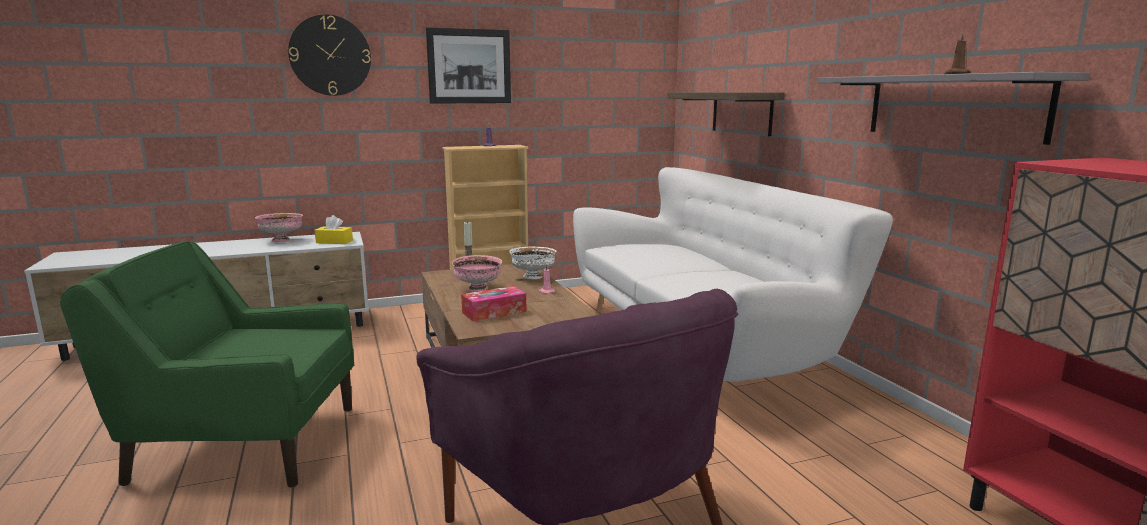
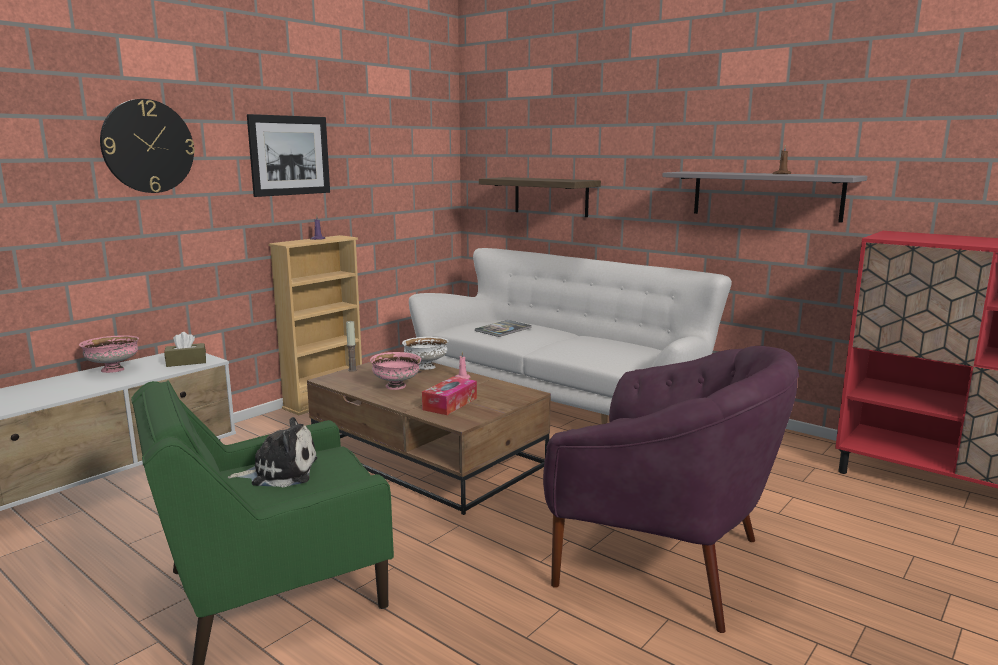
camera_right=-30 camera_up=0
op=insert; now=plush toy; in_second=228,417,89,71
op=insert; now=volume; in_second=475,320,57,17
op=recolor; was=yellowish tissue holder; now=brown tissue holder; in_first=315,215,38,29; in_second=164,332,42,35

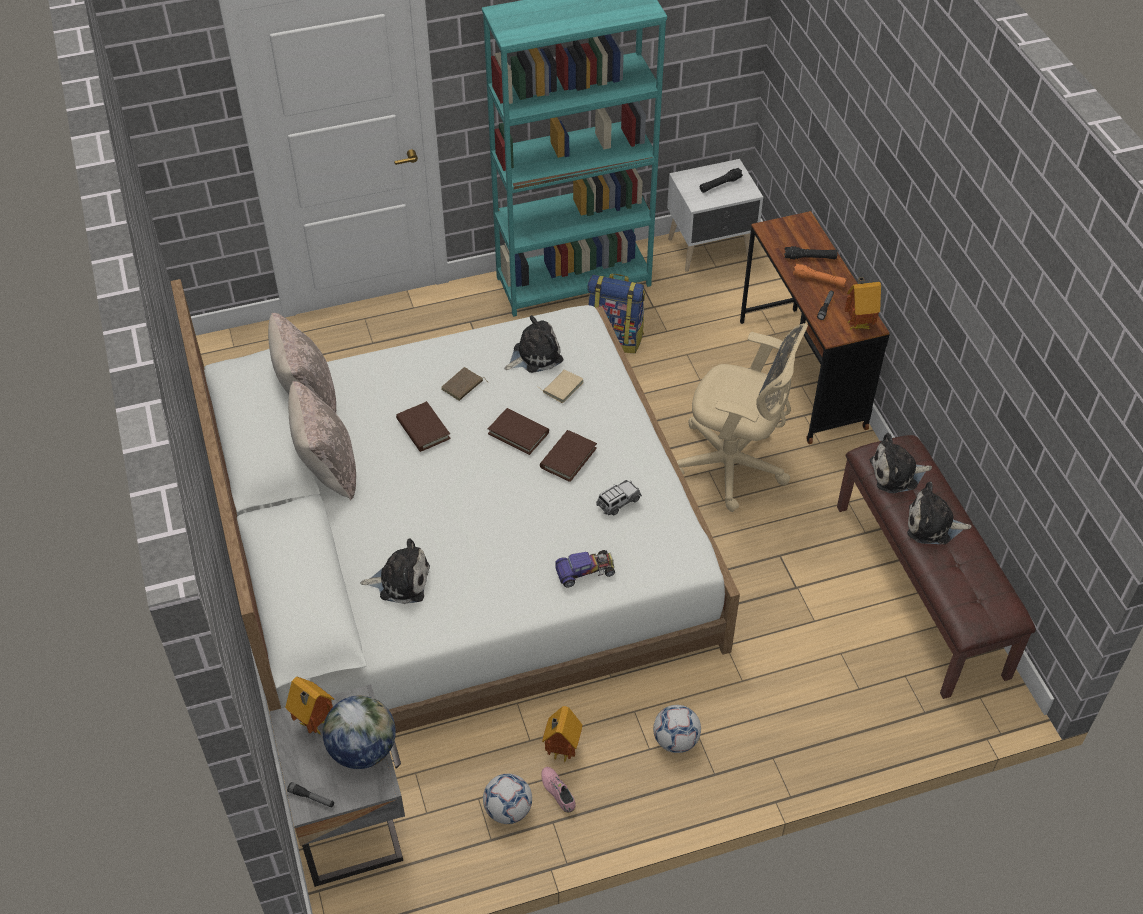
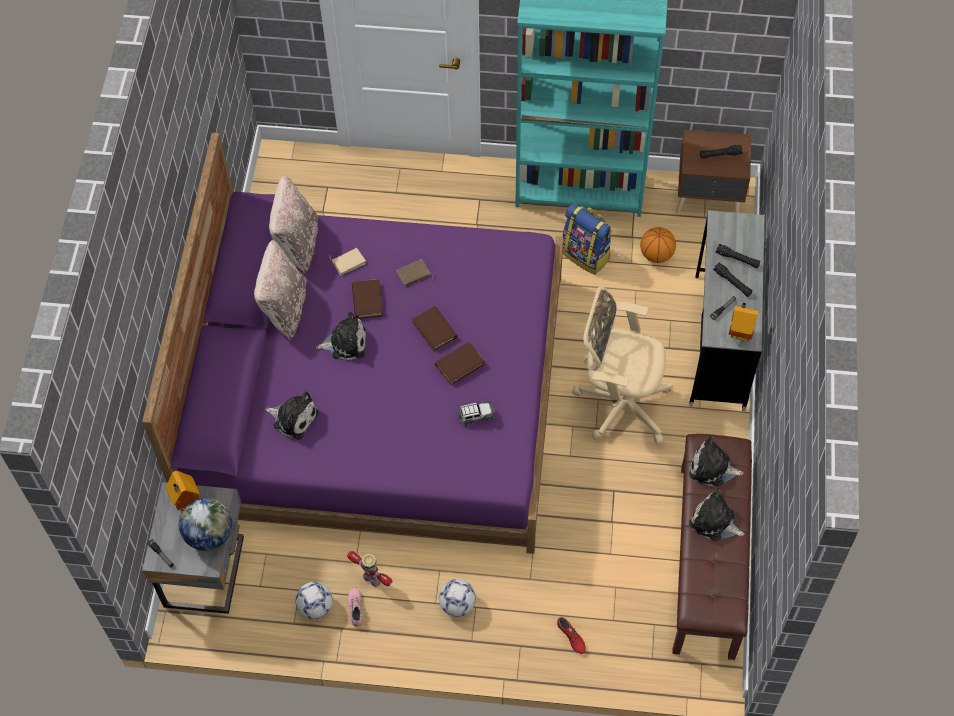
camera_right=25 camera_up=10
op=delete; was=miniature car; in_first=555,550,60,38
op=insert; now=red item of footwear; in_second=557,617,29,37
op=insert; now=basketball ball; in_second=640,227,36,36
op=move; was=plush toy; in_first=505,315,58,58; in_second=316,312,50,48
op=move; was=beige volume; in_first=539,369,45,34; in_second=329,248,37,27
op=replace; was=miniature house; now=robot figure; in_first=542,706,40,57; in_second=347,551,45,36
op=recolor; was=whitish sleeping bed; now=purple sleeping bed; in_first=171,279,569,454; in_second=142,133,422,421
op=recolor; was=whitish night table; now=brown night table; in_first=667,159,96,113; in_second=676,129,75,85
op=recolor; was=brown desk table; now=greyish desk table; in_first=740,211,150,233; in_second=689,210,76,201
op=recolor; was=orange torch; now=black torch; in_first=793,264,53,24; in_second=713,262,39,35
op=rotate; was=beige desk chair; in_first=677,323,131,189; in_second=572,286,101,158; clockwise=150

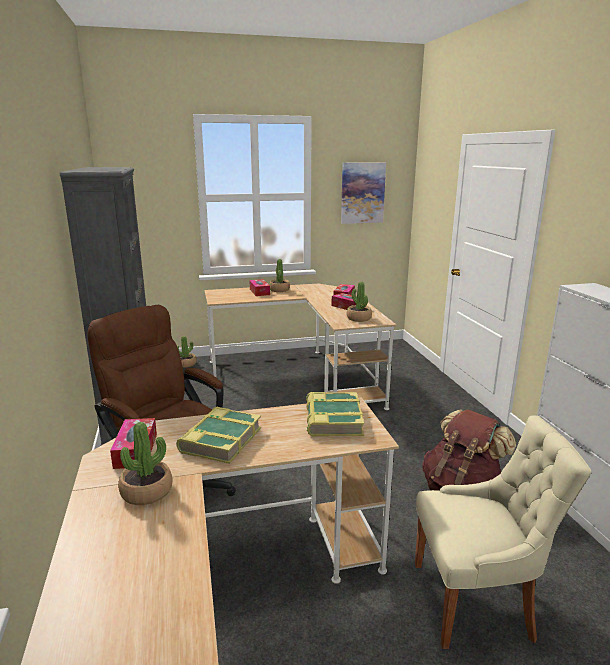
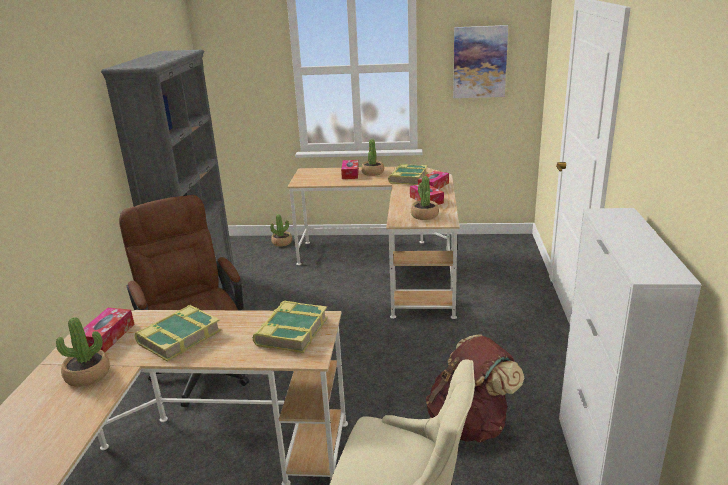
camera_right=20 camera_up=5
op=insert; now=volume; in_second=388,164,40,21

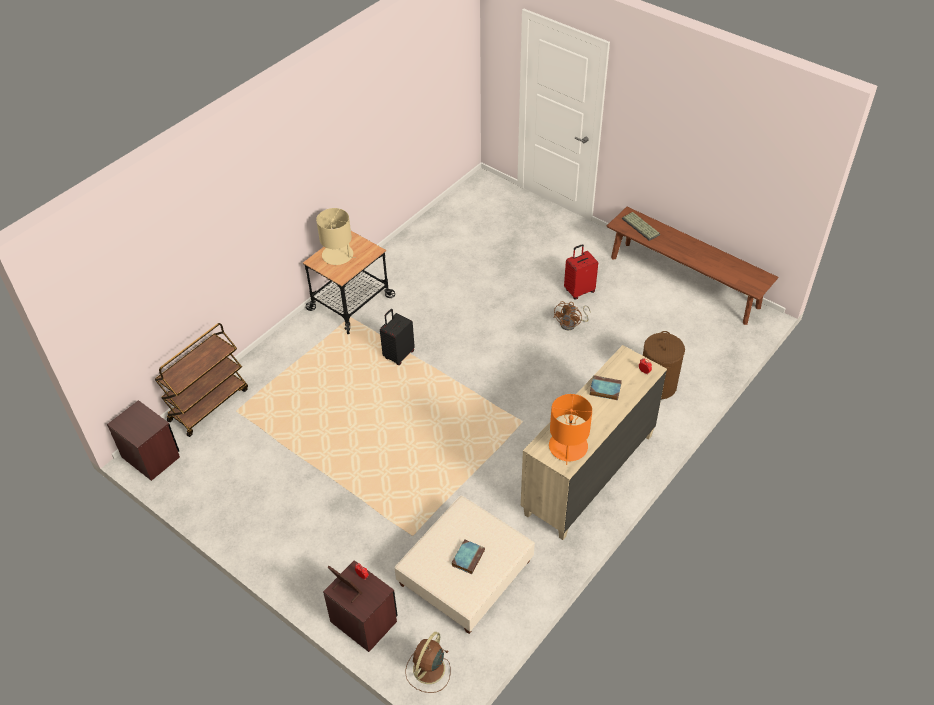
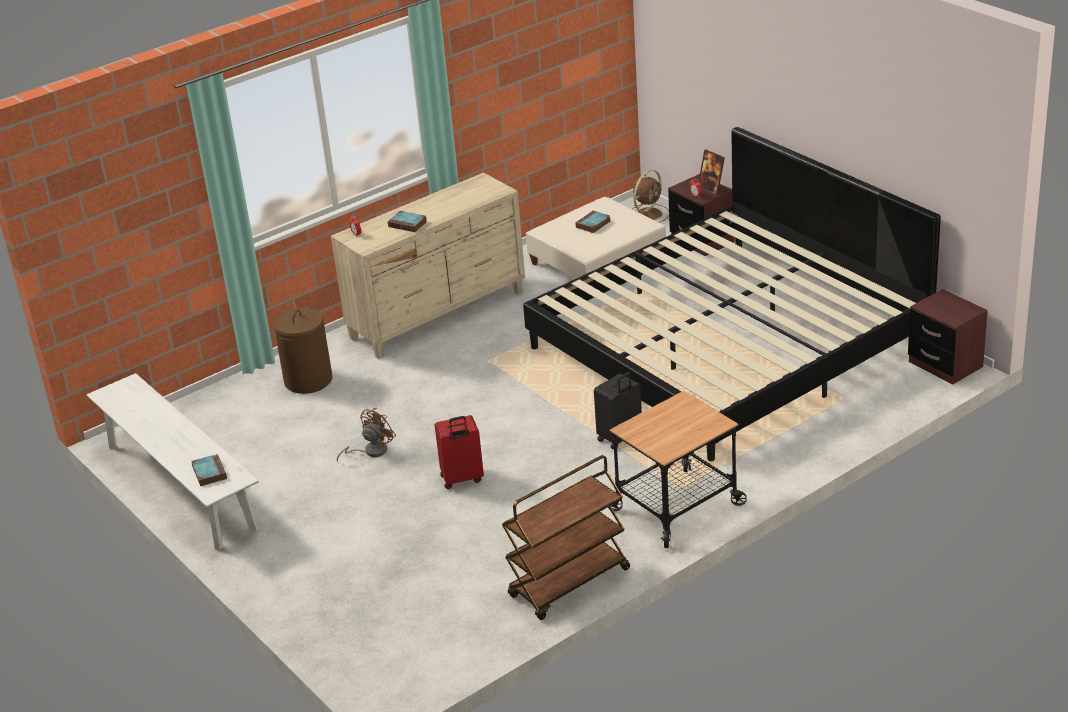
camera_right=-165 camera_up=-15
op=delete; was=beige lamp for a table; in_first=316,208,40,57
op=delete; was=orange lamp for a table; in_first=549,394,43,71
op=insert; now=sleeping bed; in_second=523,127,418,334
op=move; was=brown cart; in_first=154,323,94,114; in_second=502,455,128,165
op=move; was=red piece of luggage; in_first=564,244,34,56; in_second=435,415,49,74
op=replace; was=keyboard; now=volume; in_first=622,212,38,29; in_second=191,454,36,32
op=recolor; was=brown long seat; now=whitish long seat; in_first=607,207,172,118; in_second=87,373,172,177

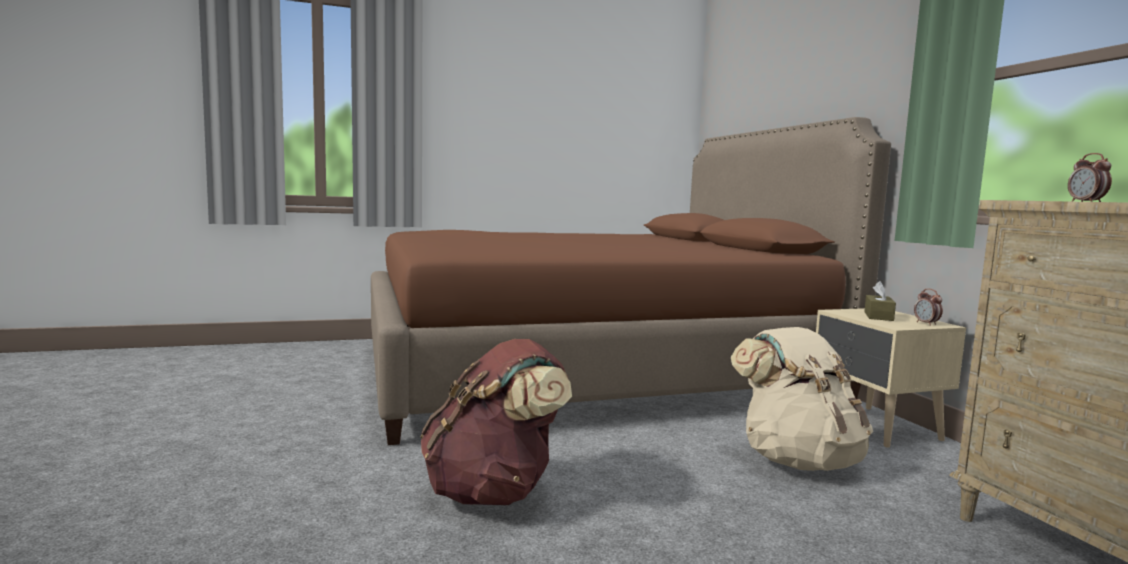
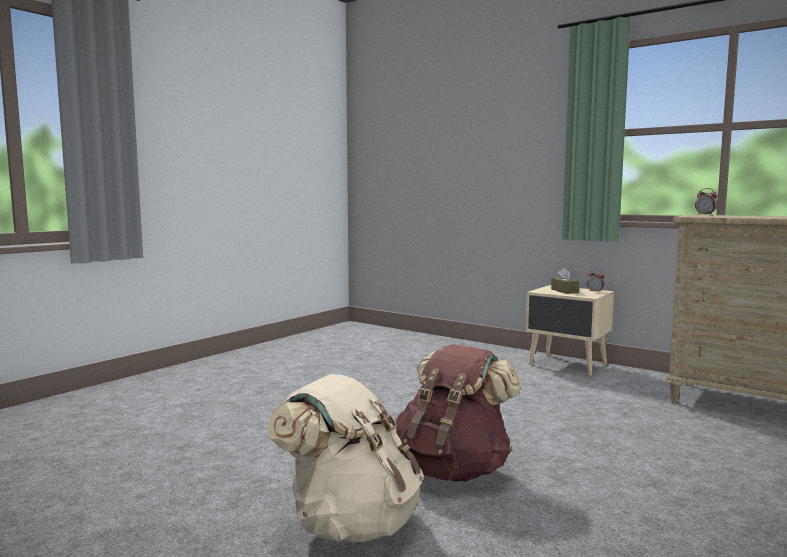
camera_right=-35 camera_up=0
op=delete; was=brown sleeping bed; in_first=371,117,520,328
op=move; was=beige knapsack; in_first=731,327,142,144; in_second=267,374,157,168

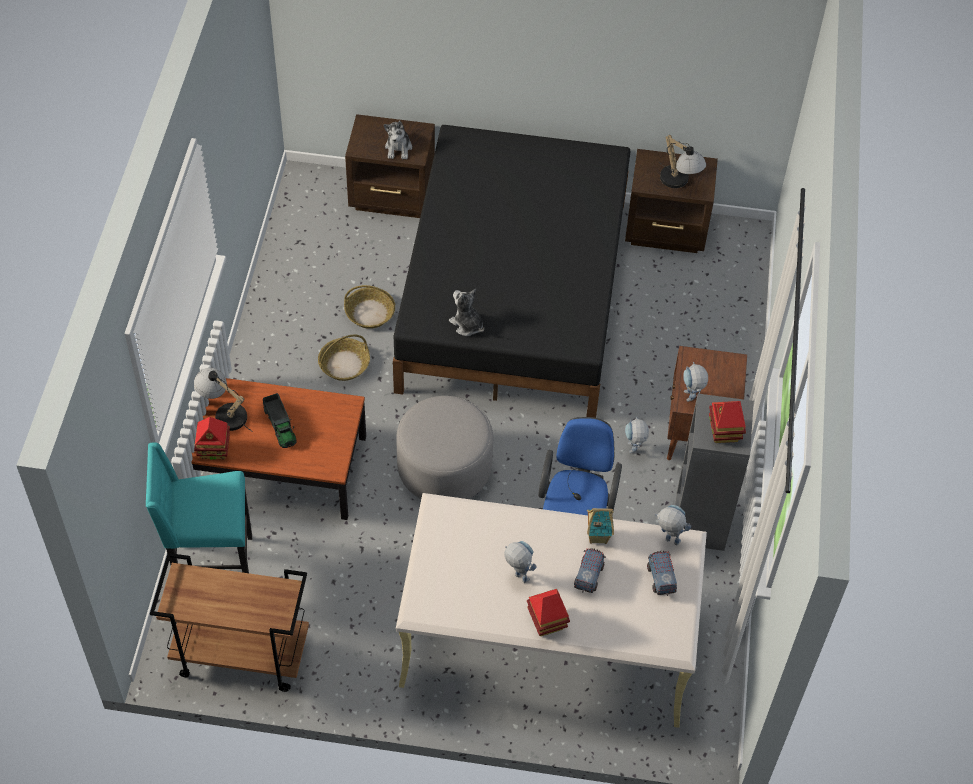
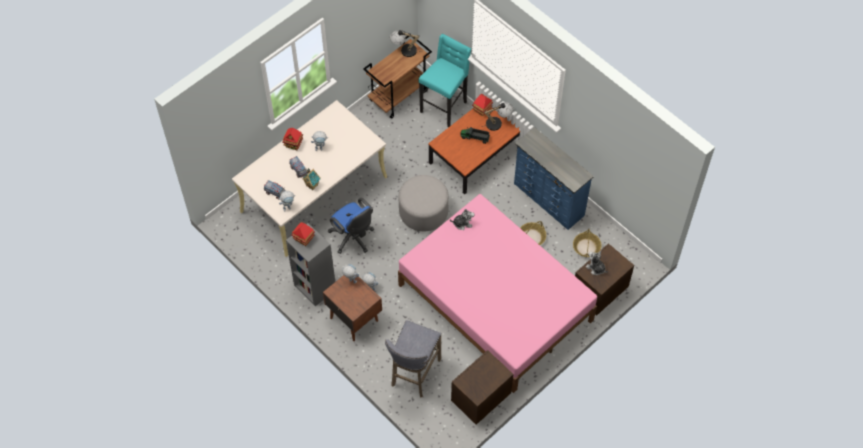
camera_right=130 camera_up=5
op=insert; now=greyish sitting stool; in_second=385,320,56,77
op=insert; now=bluish dresser; in_second=514,127,80,103
op=move; was=basket; in_first=318,335,52,46; in_second=573,229,29,28
op=move; was=lamp for a table; in_first=659,135,47,53; in_second=390,30,33,27
op=recolor; was=black sleeping bed; now=pink-coloured sleeping bed; in_first=393,125,237,293; in_second=398,194,199,199

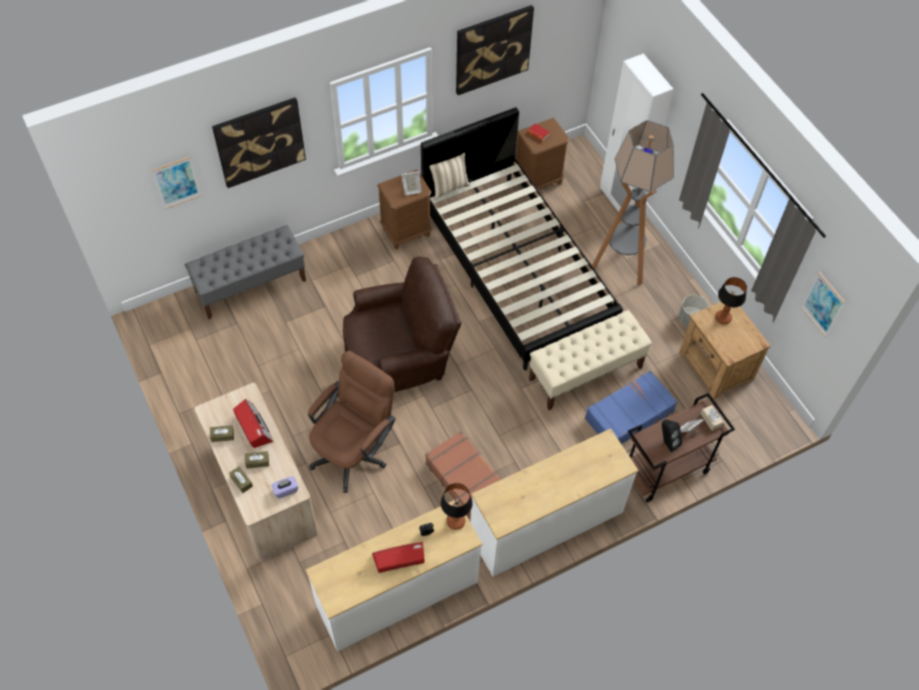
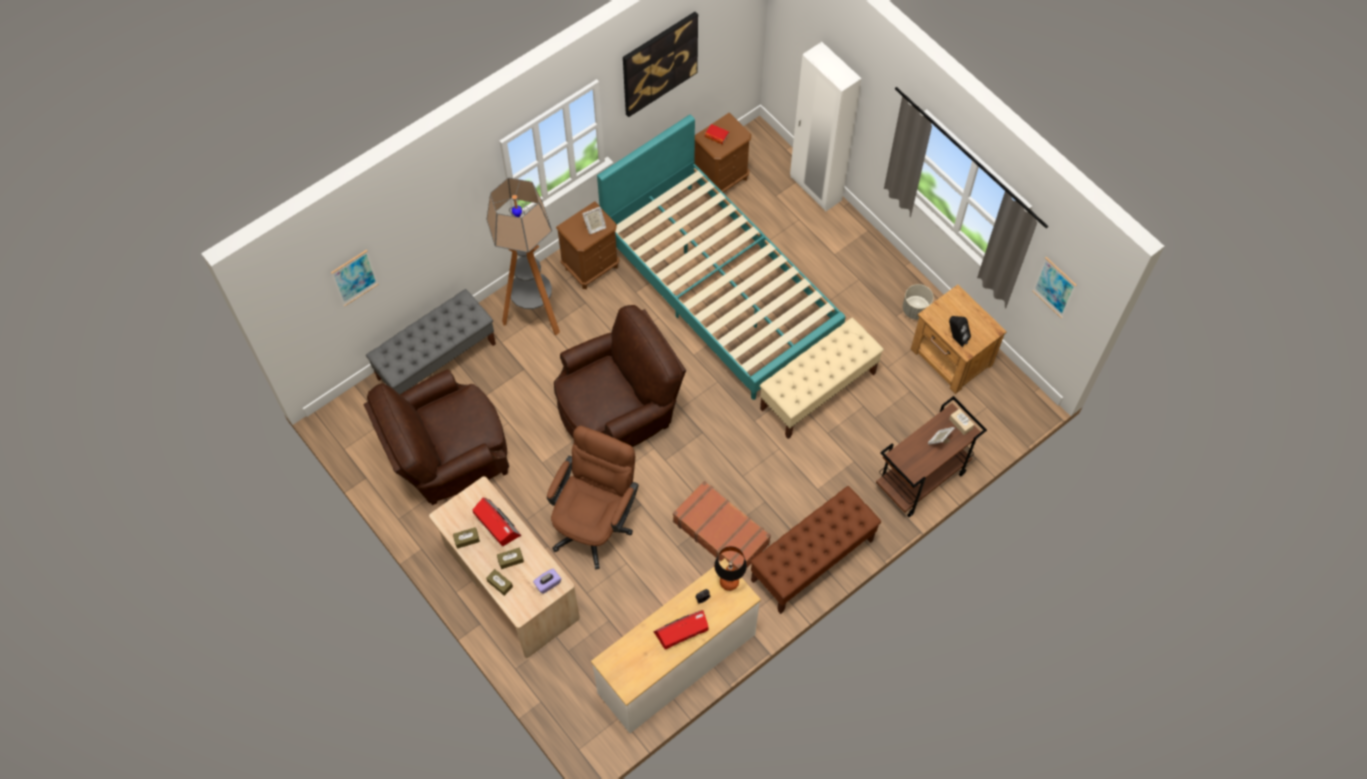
camera_right=-10 camera_up=5
op=delete; was=picture; in_first=212,97,94,91
op=delete; was=beige cushion; in_first=429,153,42,47
op=delete; was=bluish piece of luggage; in_first=585,371,93,73
op=delete; was=lamp for a table; in_first=715,277,32,47
op=insert; now=brown easy chair; in_second=363,369,146,136
op=move; was=floor lamp; in_first=592,120,82,166; in_second=487,178,73,157
op=move; was=black loudspeaker; in_first=662,419,20,34; in_second=949,316,22,31
op=replace; was=whitish dresser; now=brown long seat; in_first=470,428,169,149; in_second=750,486,131,128
op=recolor; was=black sleeping bed; now=turquoise-coloured sleeping bed; in_first=421,107,202,263; in_second=597,115,249,285

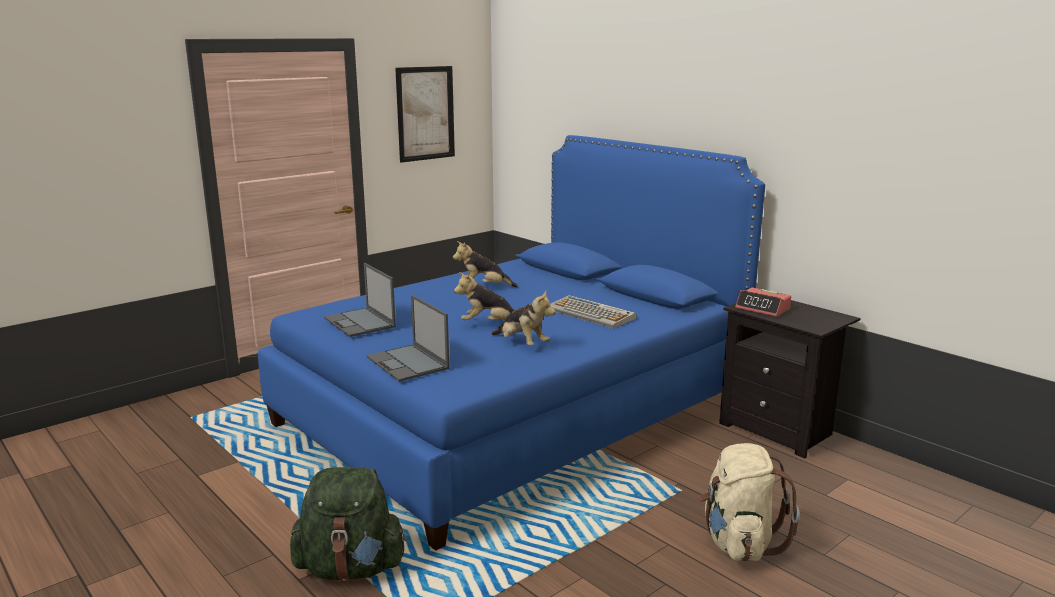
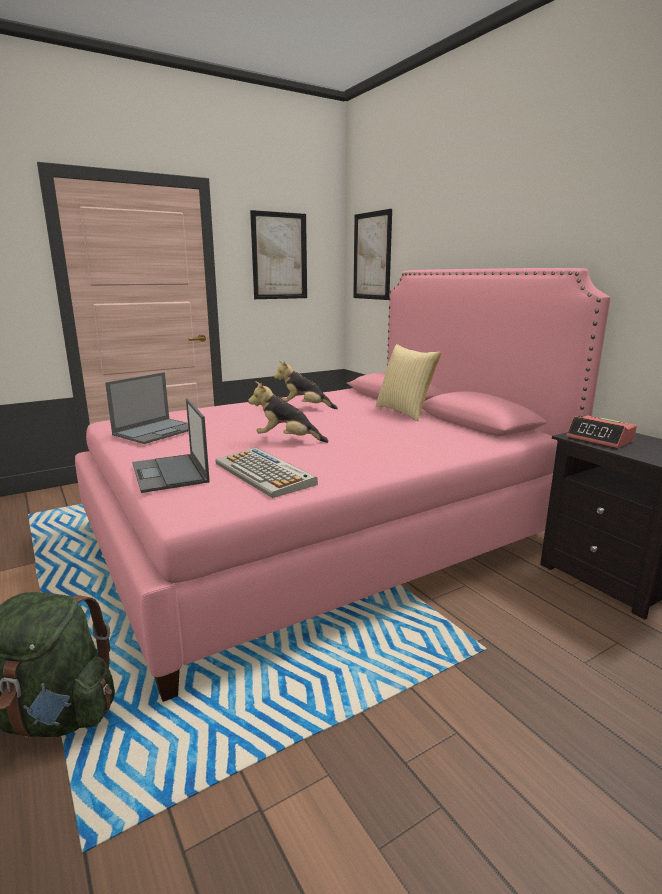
camera_right=10 camera_up=0
op=delete; was=plush toy; in_first=491,291,65,55
op=delete; was=beige knapsack; in_first=698,443,102,118
op=insert; now=picture; in_second=353,209,39,91
op=insert; now=cushion; in_second=376,344,65,77
op=move; was=keyboard; in_first=550,295,86,34; in_second=215,447,103,51
op=recolor; was=bluish sleeping bed; now=pink-coloured sleeping bed; in_first=258,135,507,416; in_second=75,268,535,434
op=rotate; was=laptop; in_first=324,263,72,74; in_second=105,372,84,72; clockwise=-120

